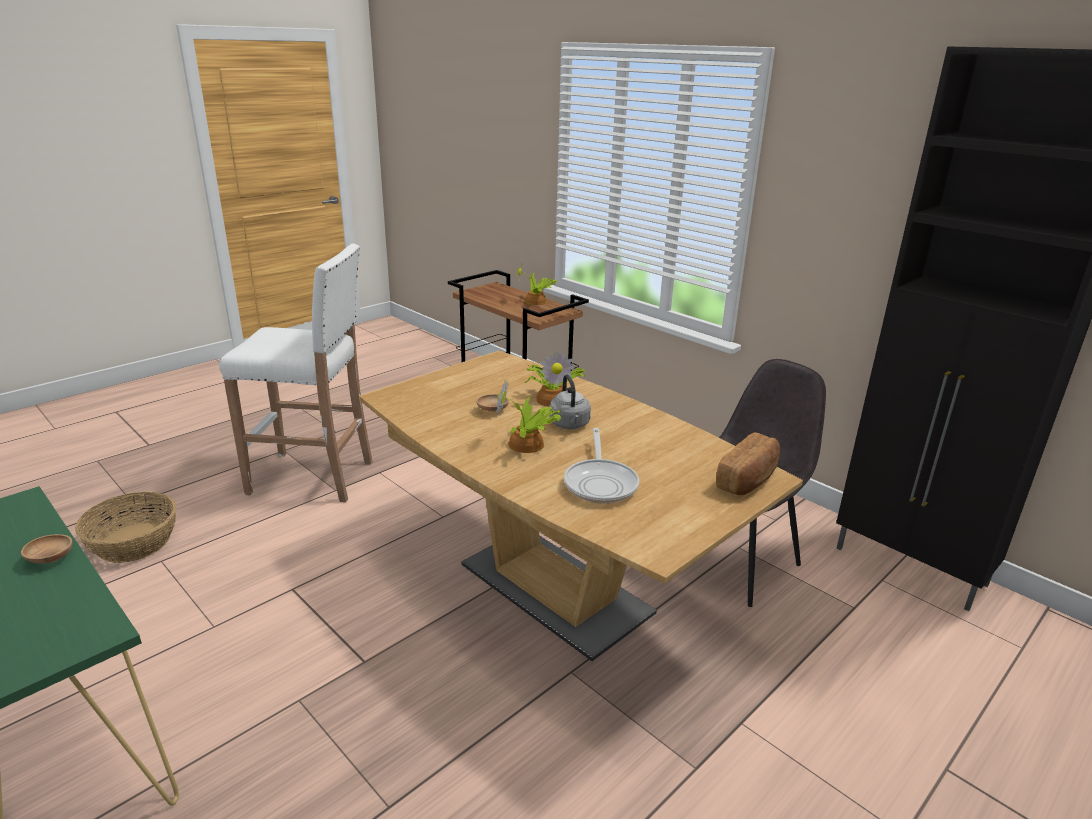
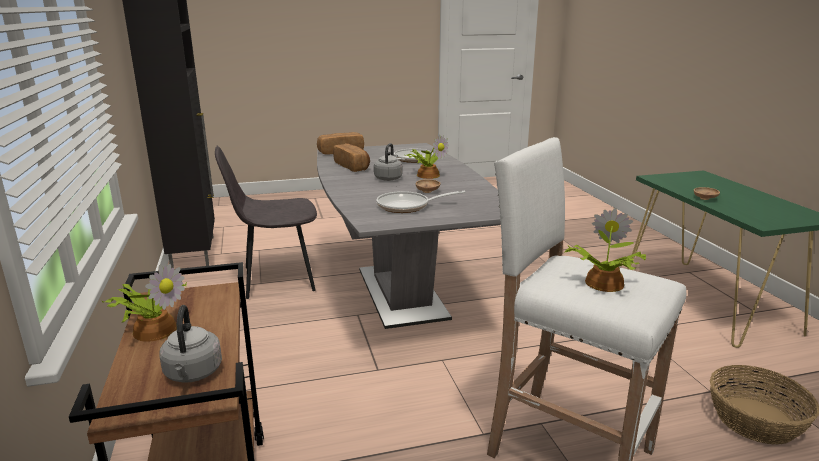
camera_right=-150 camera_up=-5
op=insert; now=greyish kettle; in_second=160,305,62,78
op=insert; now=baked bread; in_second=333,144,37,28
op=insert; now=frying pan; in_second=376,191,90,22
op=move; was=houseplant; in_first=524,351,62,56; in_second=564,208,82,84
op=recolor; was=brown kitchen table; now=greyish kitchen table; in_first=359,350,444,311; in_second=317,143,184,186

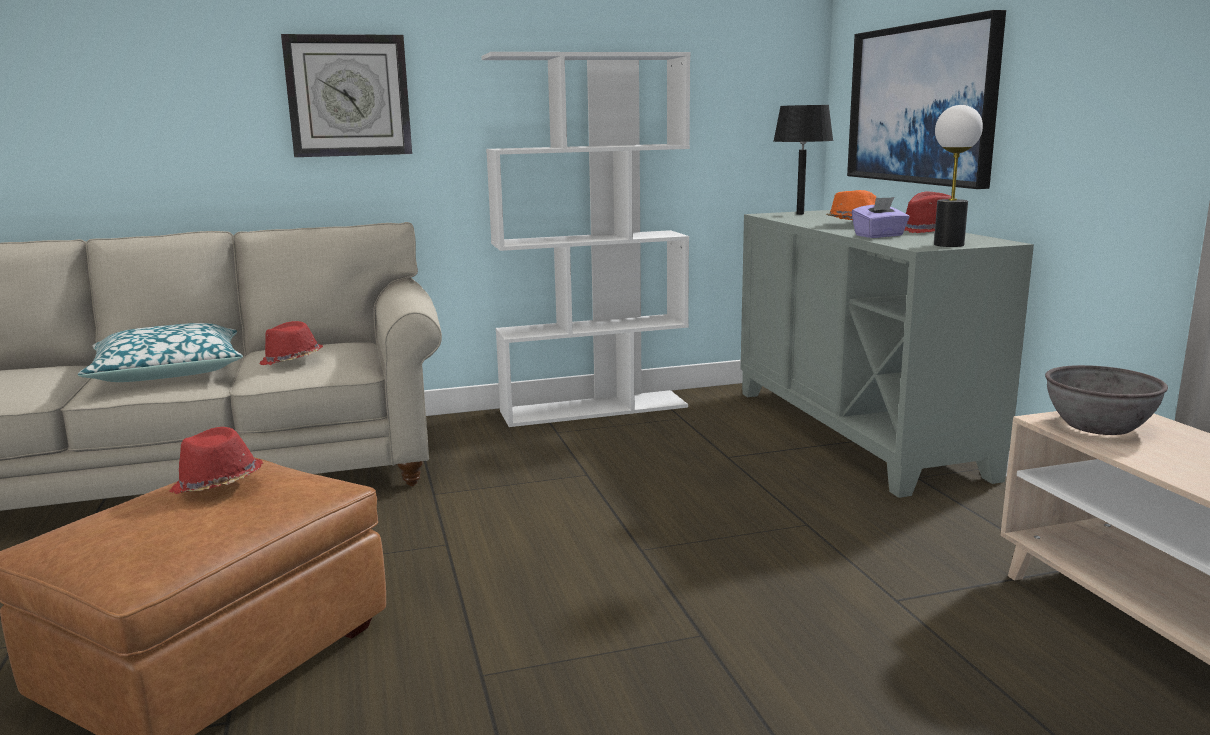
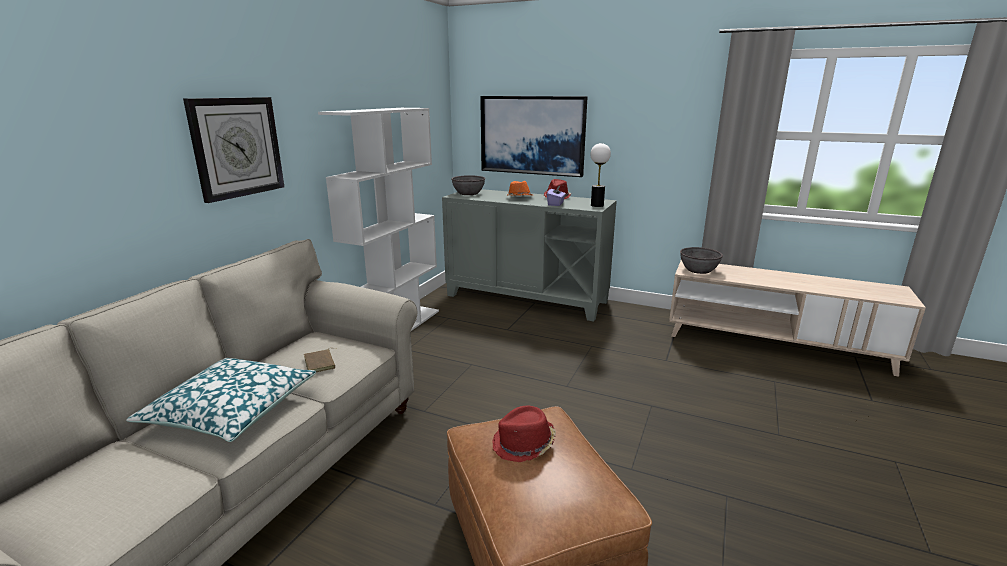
camera_right=-50 camera_up=5
op=replace; was=red wearable hat; now=brown volume; in_first=260,321,63,44; in_second=304,348,34,24
op=replace; was=black lamp for a table; now=greyish bowl; in_first=774,105,59,110; in_second=451,175,35,20

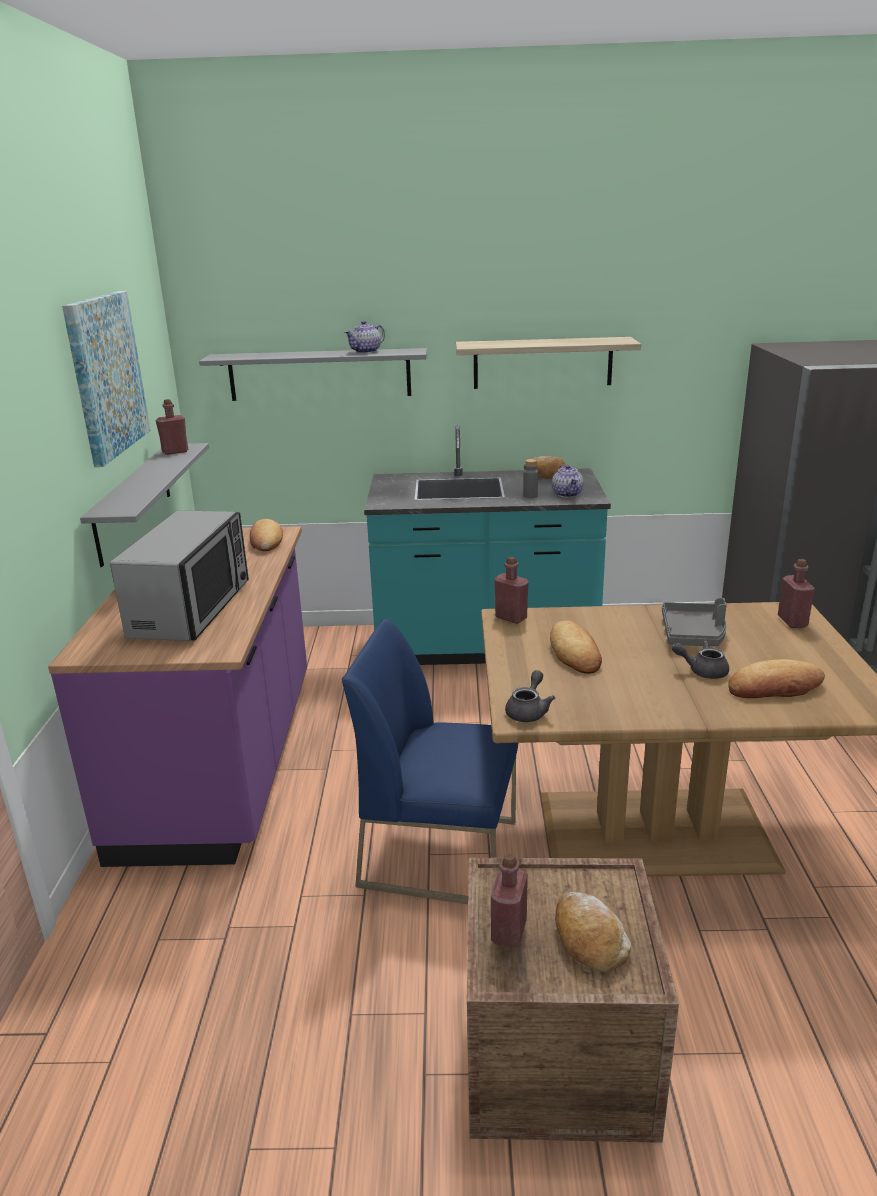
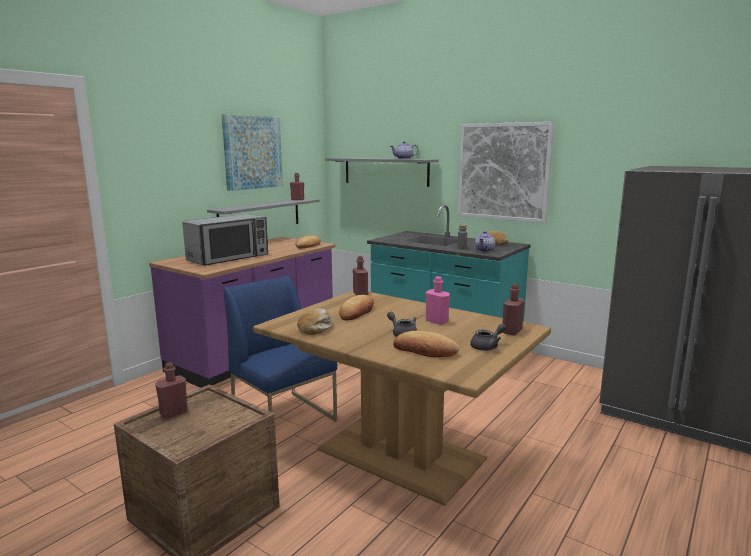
camera_right=35 camera_up=-10
op=move; was=greyish teapot; in_first=505,670,50,52; in_second=470,324,36,27
op=move; was=baked bread; in_first=555,892,76,80; in_second=297,308,36,27
op=replace; was=wall shelf; now=picture; in_first=456,337,185,52; in_second=458,122,96,101
op=replace; was=greyish serving tray; now=pink-coloured bottle; in_first=662,598,65,48; in_second=426,276,24,49

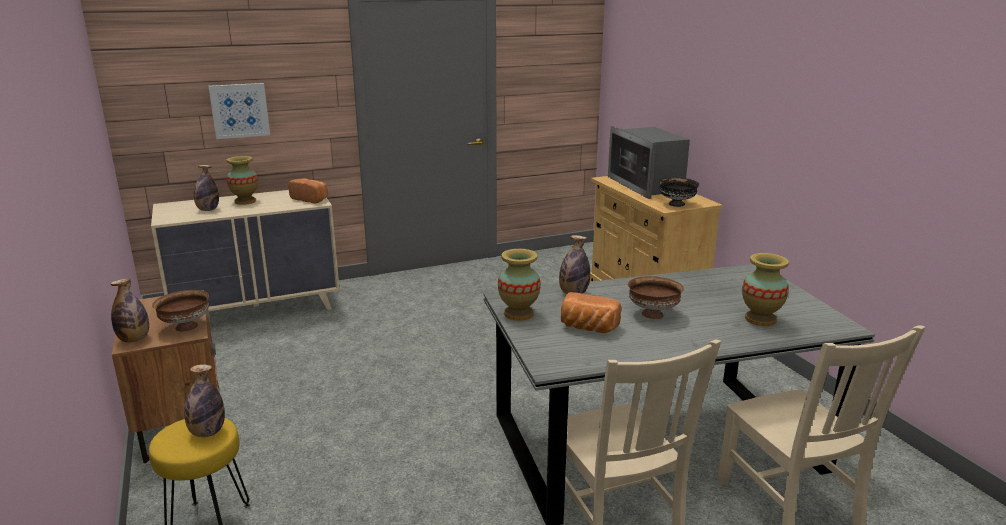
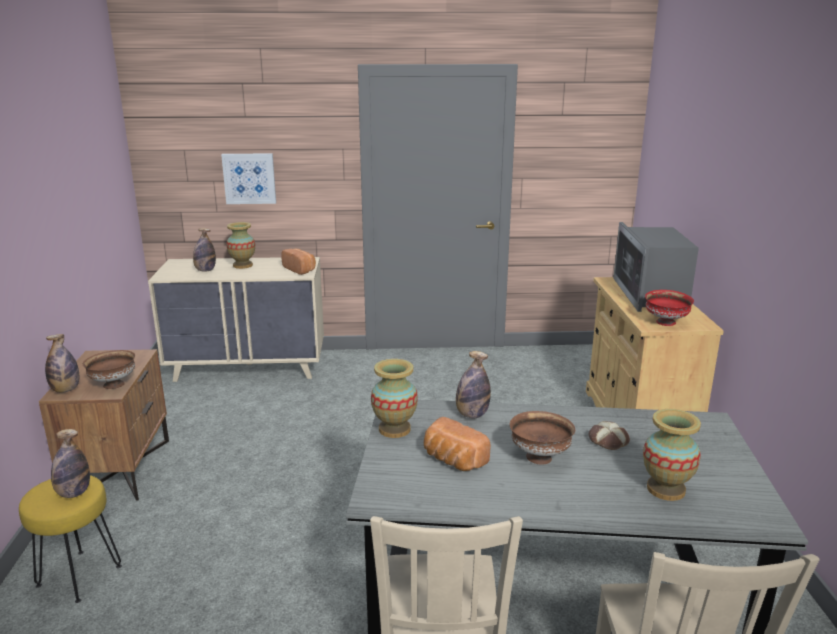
camera_right=20 camera_up=0
op=insert; now=baked bread; in_second=588,421,42,29
op=recolor; was=black bowl; now=red bowl; in_first=659,177,40,30; in_second=645,290,49,36

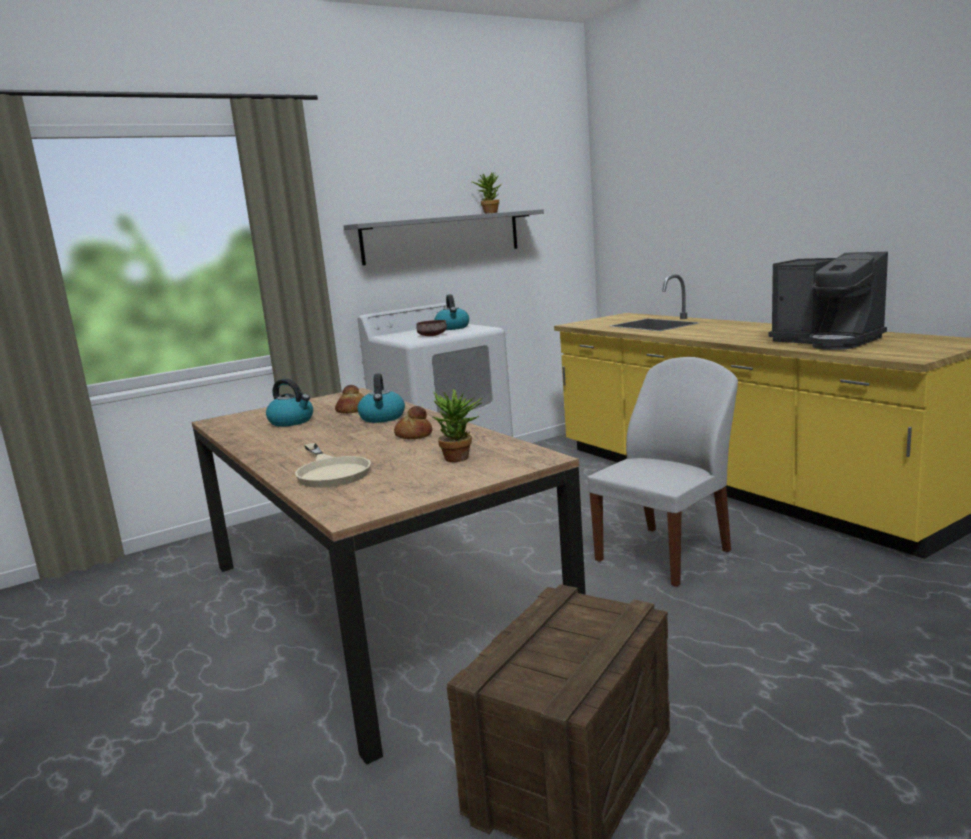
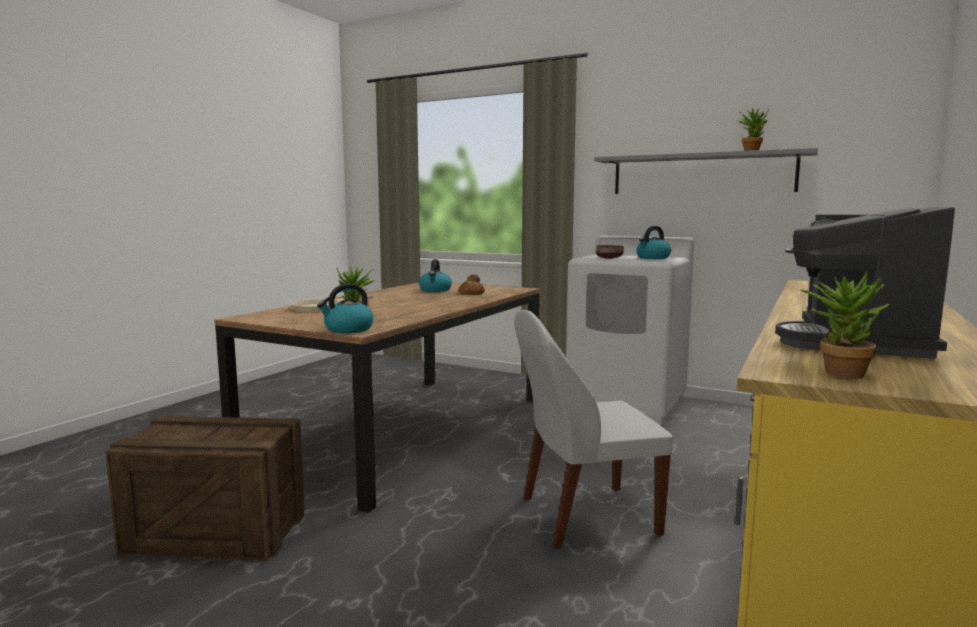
camera_right=60 camera_up=-5
op=delete; was=baked bread; in_first=394,406,38,33
op=insert; now=houseplant; in_second=800,271,90,108
op=move; was=kettle; in_first=357,373,48,50; in_second=317,284,57,49
op=rotate; was=whitish chair; in_first=588,357,150,230; in_second=514,310,159,239; clockwise=150

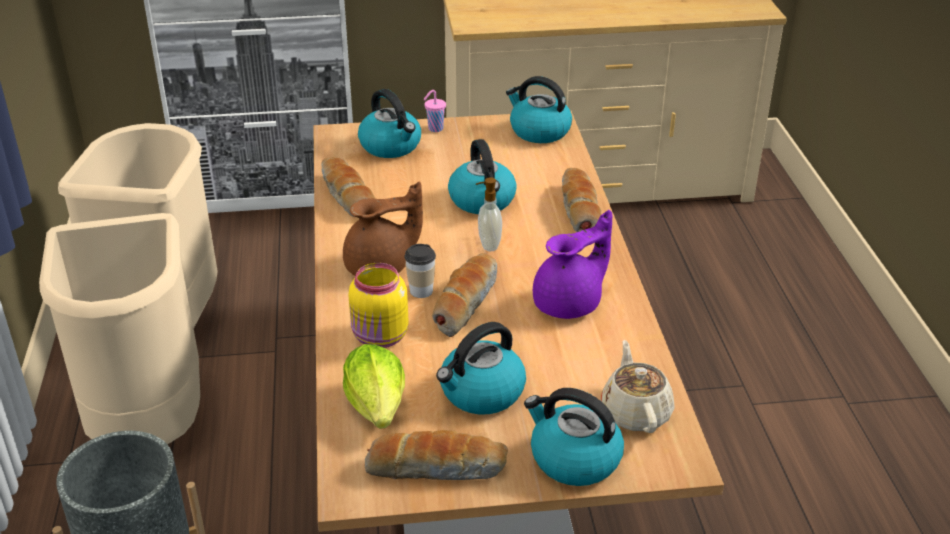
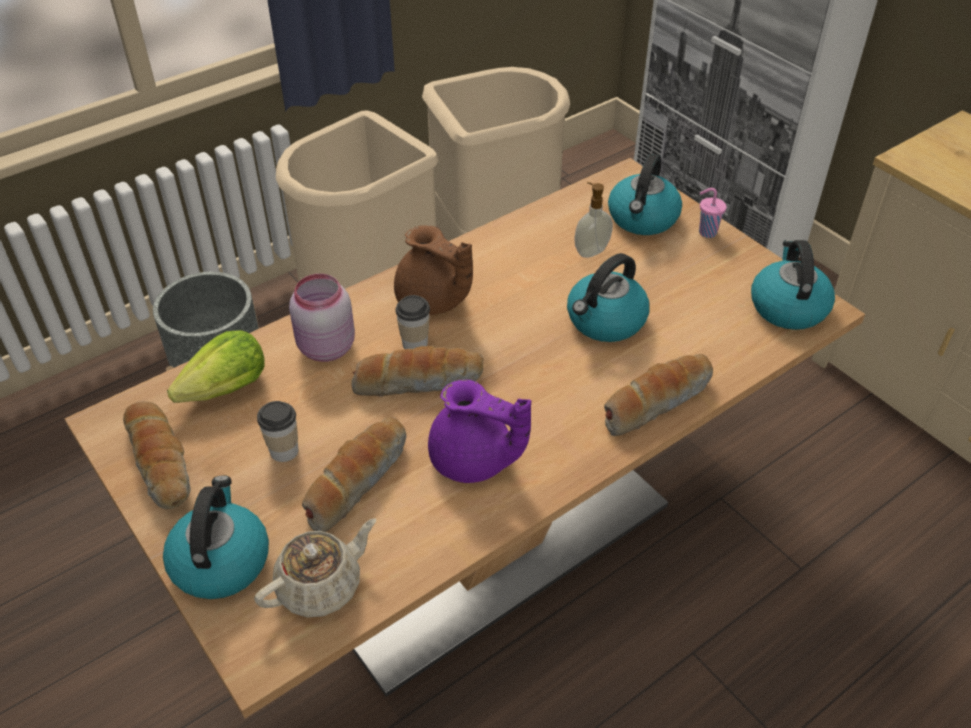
camera_right=60 camera_up=10
op=move; was=baked bread; in_first=321,157,54,60; in_second=302,417,104,115
op=move; was=soap bottle; in_first=476,178,26,73; in_second=574,182,39,76
op=replace; was=kettle; now=cup; in_first=436,322,90,93; in_second=257,401,41,61
op=recolor; was=yellowish storage jar; now=pink-coloured storage jar; in_first=349,263,59,85; in_second=289,274,66,88

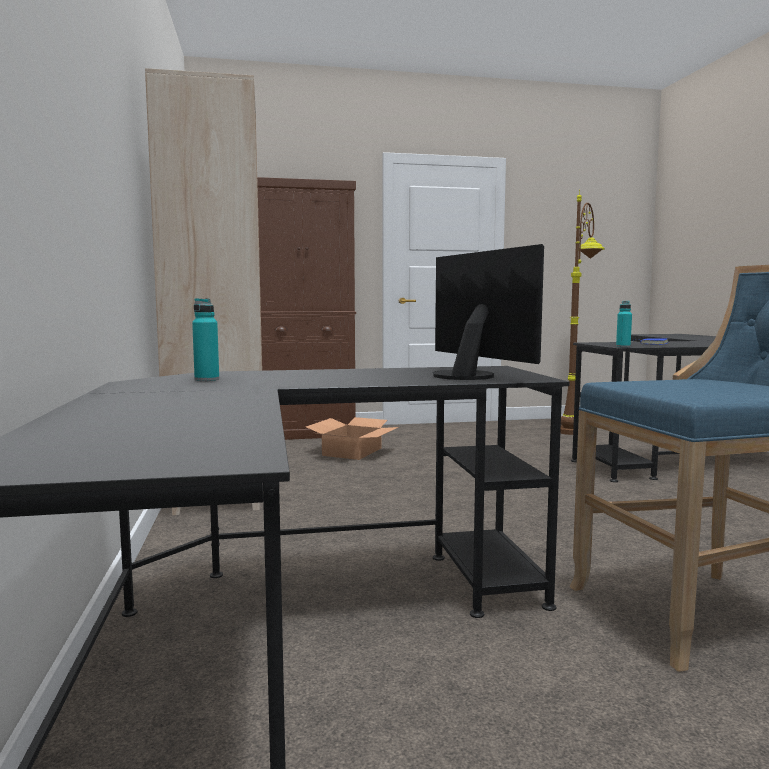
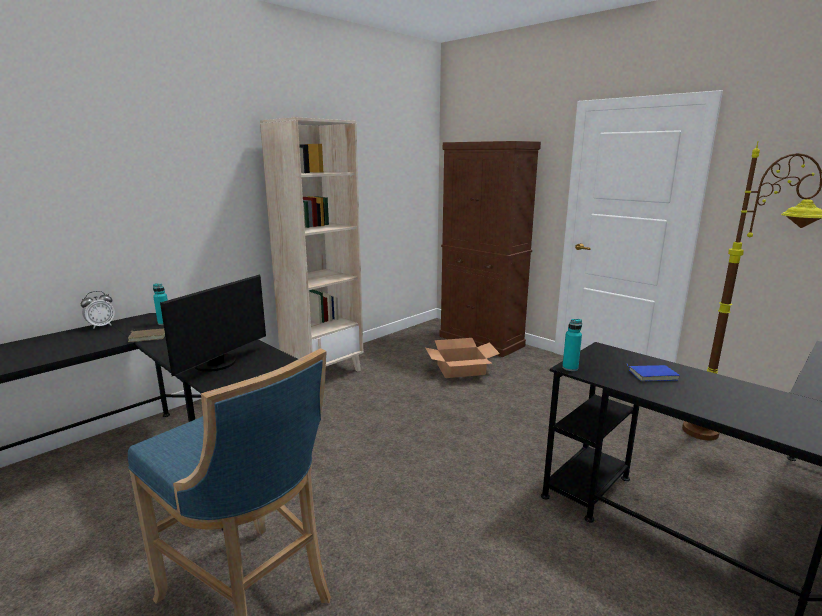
camera_right=55 camera_up=10
op=insert; now=table clock; in_second=81,291,34,38
op=insert; now=brown volume; in_second=128,329,37,13

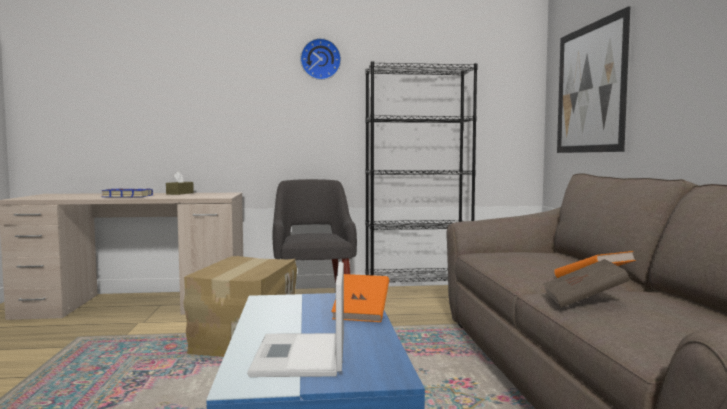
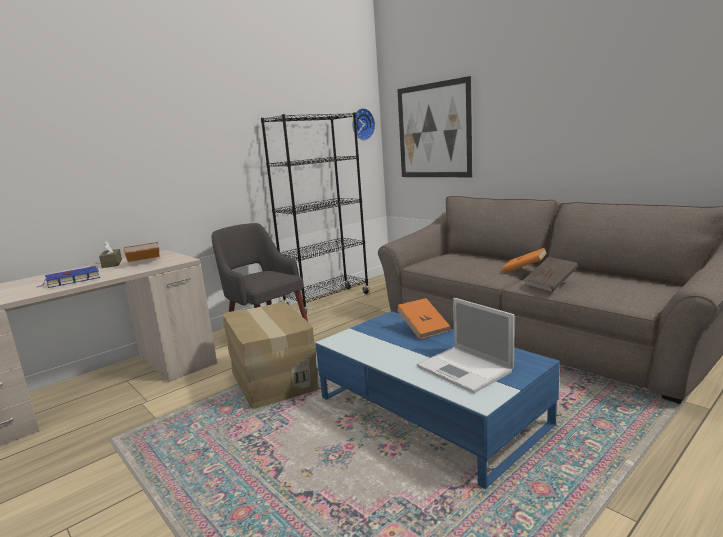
camera_right=-35 camera_up=10
op=insert; now=orange volume; in_second=124,242,35,20
op=move; was=wall clock; in_first=300,38,41,42; in_second=352,108,23,32

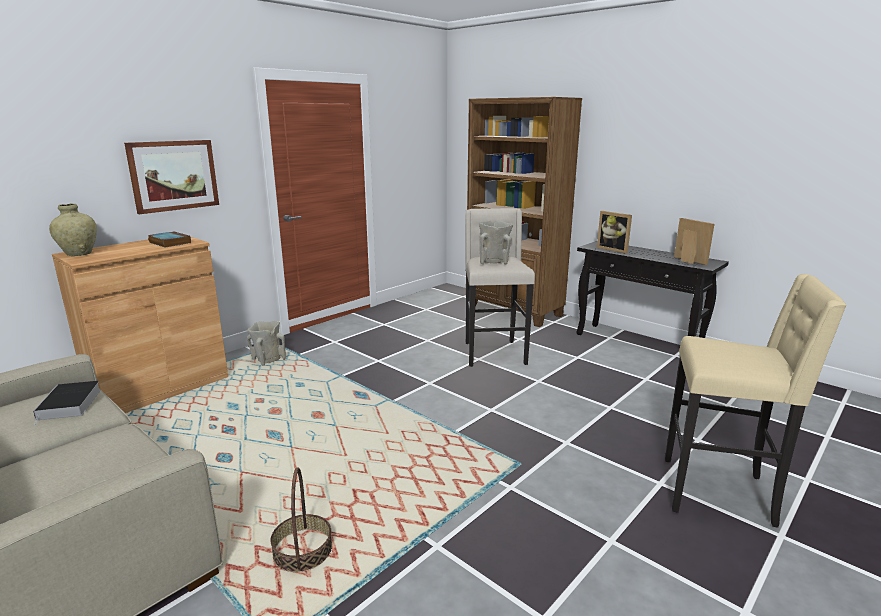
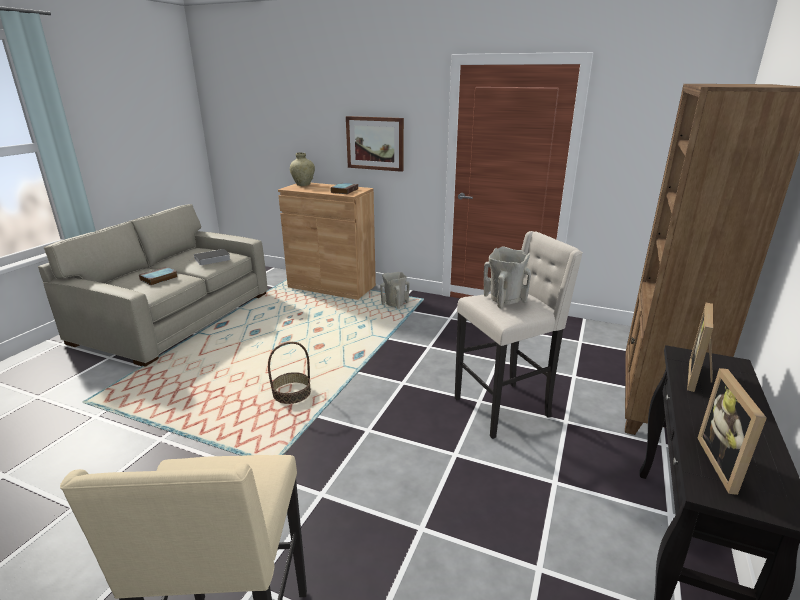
camera_right=70 camera_up=5
op=insert; now=volume; in_second=139,267,38,18
op=move; was=basket; in_first=270,467,62,105; in_second=268,342,43,62
op=rotate; was=picture frame; in_first=674,218,40,47; in_second=697,368,70,127; clockwise=150

